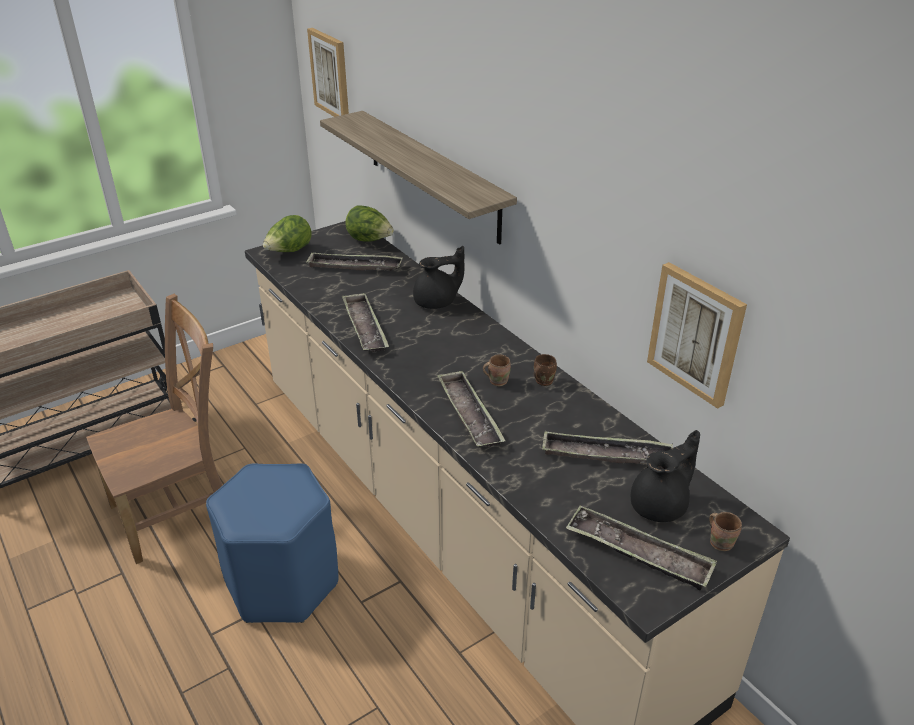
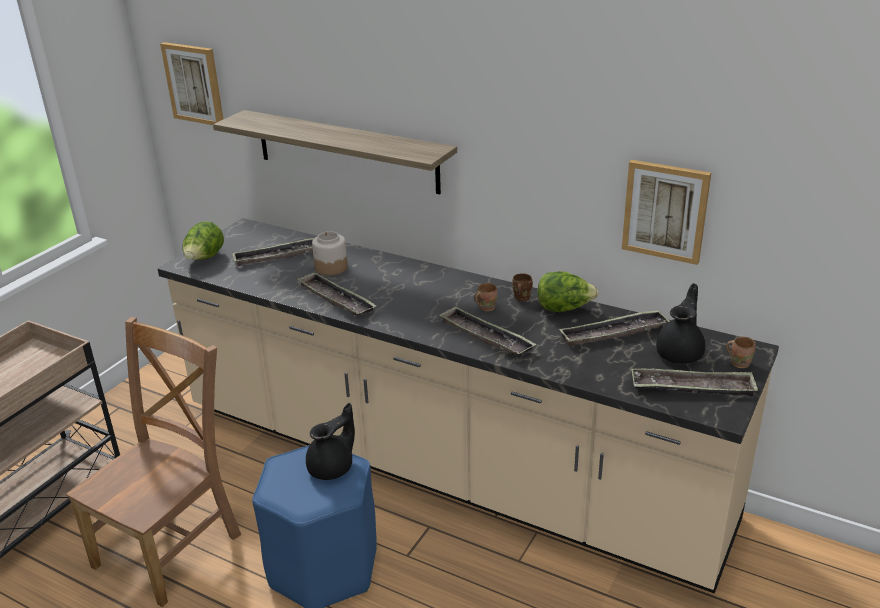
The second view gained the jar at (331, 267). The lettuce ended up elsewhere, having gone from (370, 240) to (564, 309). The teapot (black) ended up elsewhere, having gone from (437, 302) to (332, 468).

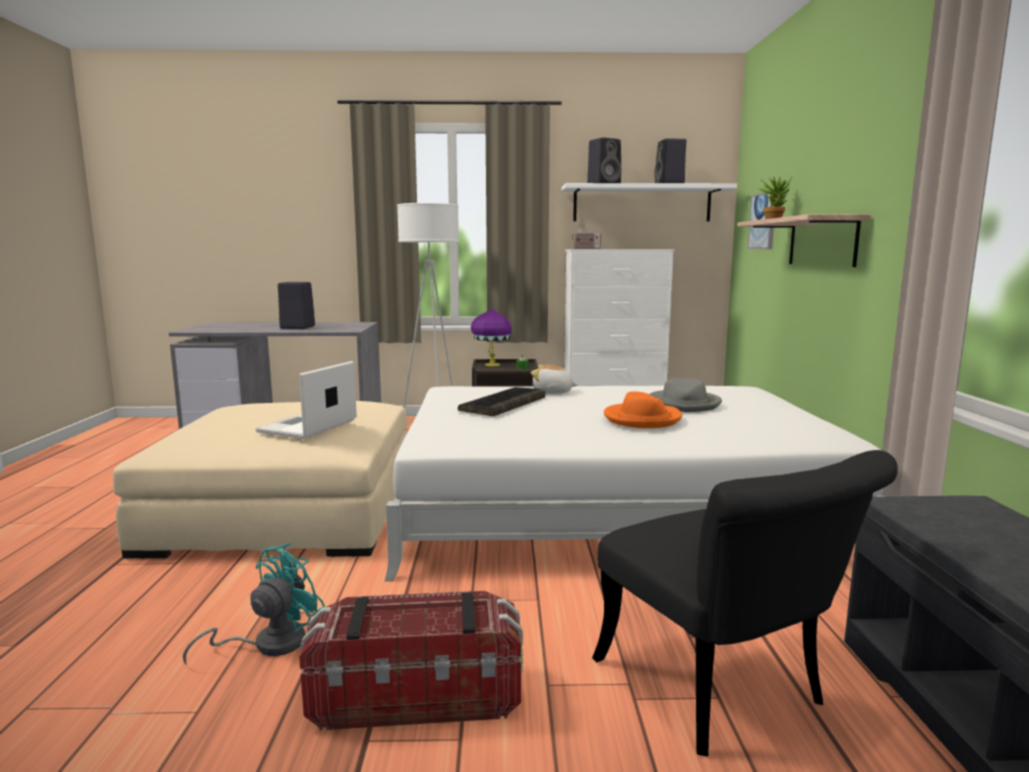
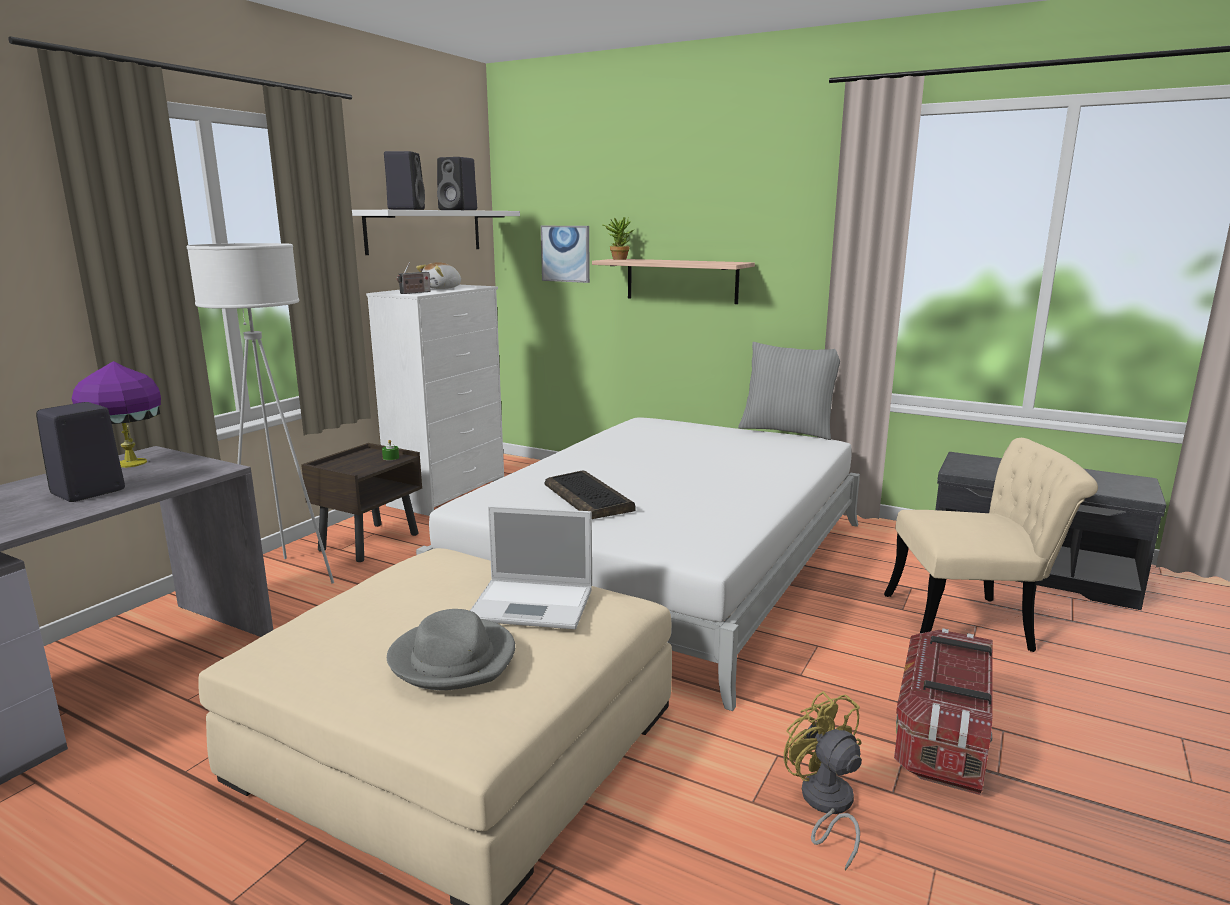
The second view lost the hat (orange) at (642, 419). The second view gained the pillow (grey) at (787, 431). The table lamp (purple) ended up elsewhere, having gone from (491, 365) to (130, 464). The plush toy ended up elsewhere, having gone from (552, 392) to (442, 288). The hat (grey) ended up elsewhere, having gone from (685, 404) to (453, 658). What was the fan (turquoise) at (269, 644) turned into the fan (yellow) at (825, 805). What was the chair (black) at (722, 694) turned into the chair (beige) at (973, 623). The laptop at (307, 426) ended up facing another way, 45 degrees counterclockwise from before.

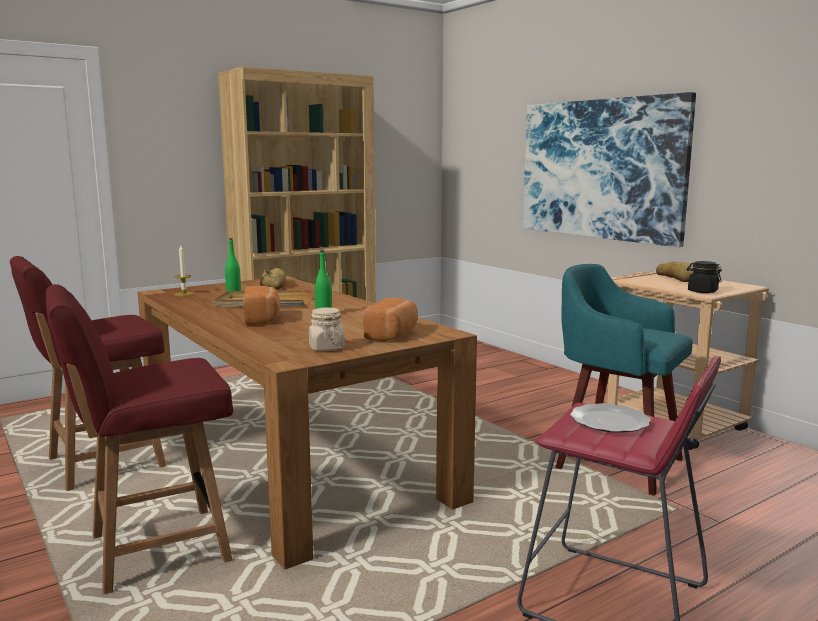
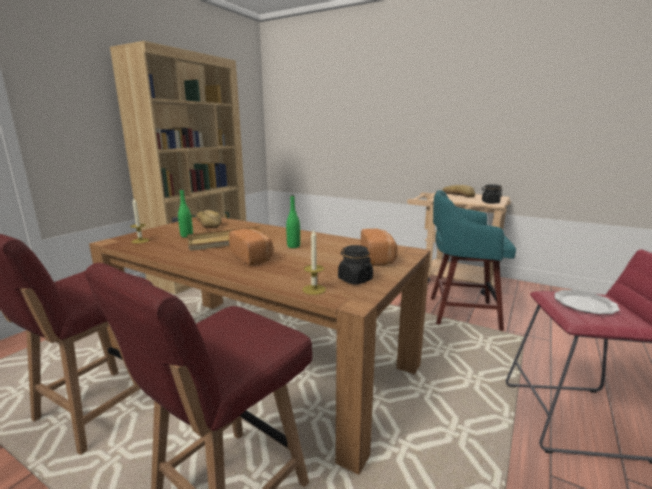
The second view lost the picture at (600, 169). The second view gained the candle at (314, 289). What was the jar (beige) at (326, 348) turned into the jar (black) at (355, 279).

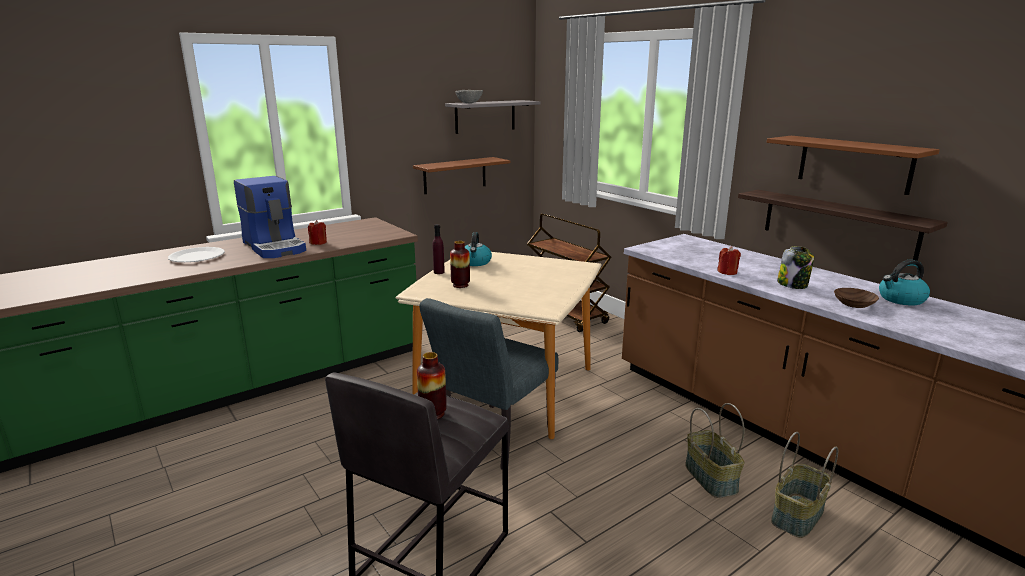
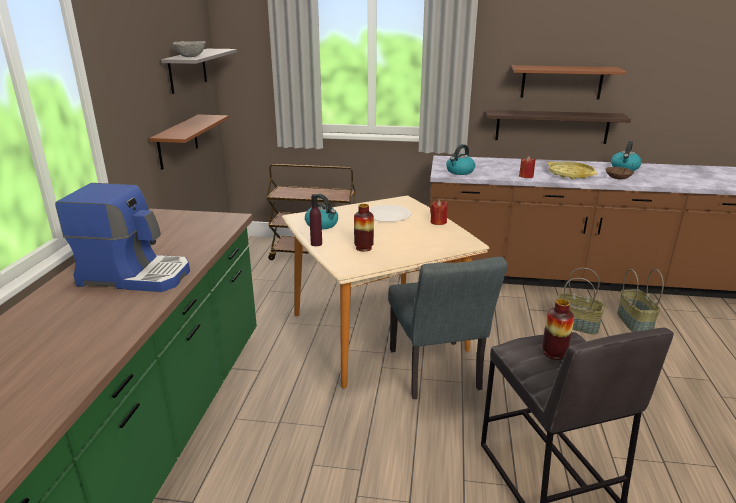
The second view gained the kettle at (460, 171). The plate (white) ended up elsewhere, having gone from (197, 256) to (388, 215). The candle (red) ended up elsewhere, having gone from (318, 243) to (438, 222). Where the jar stood at (793, 284), the tray (yellow) came to stand at (570, 174).

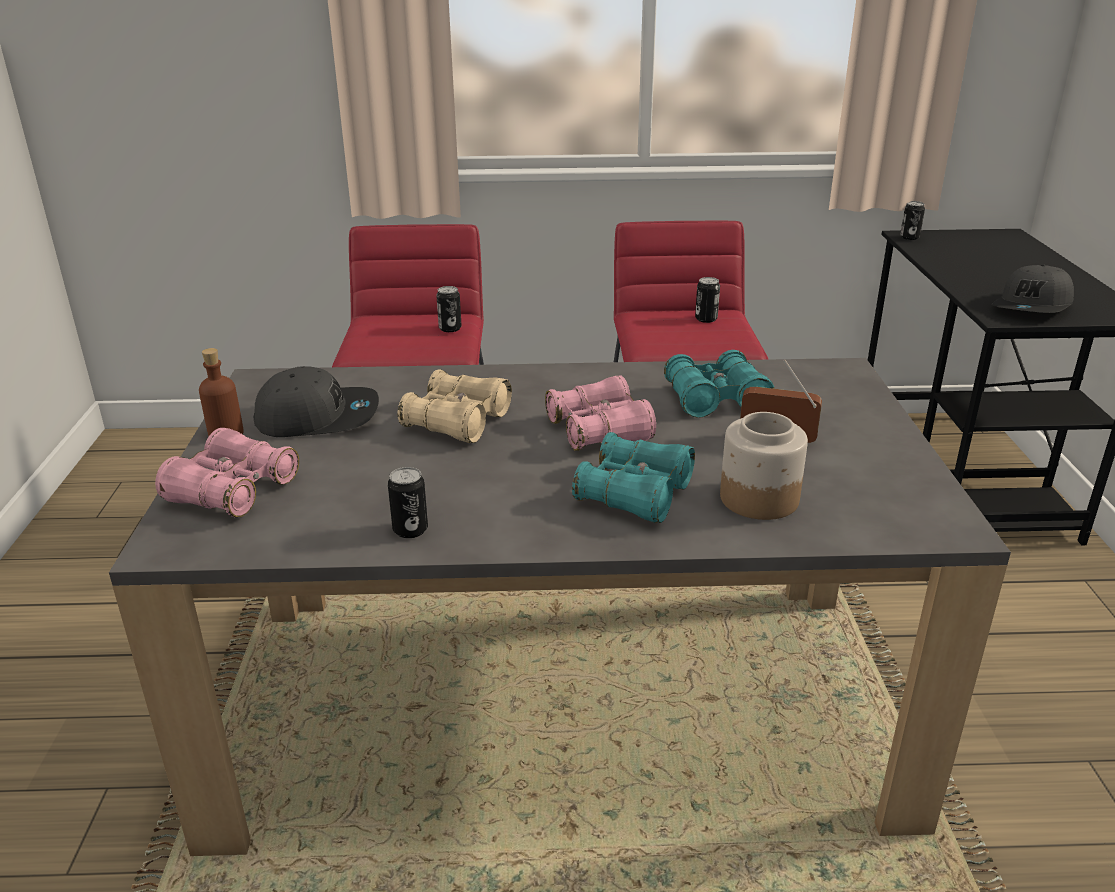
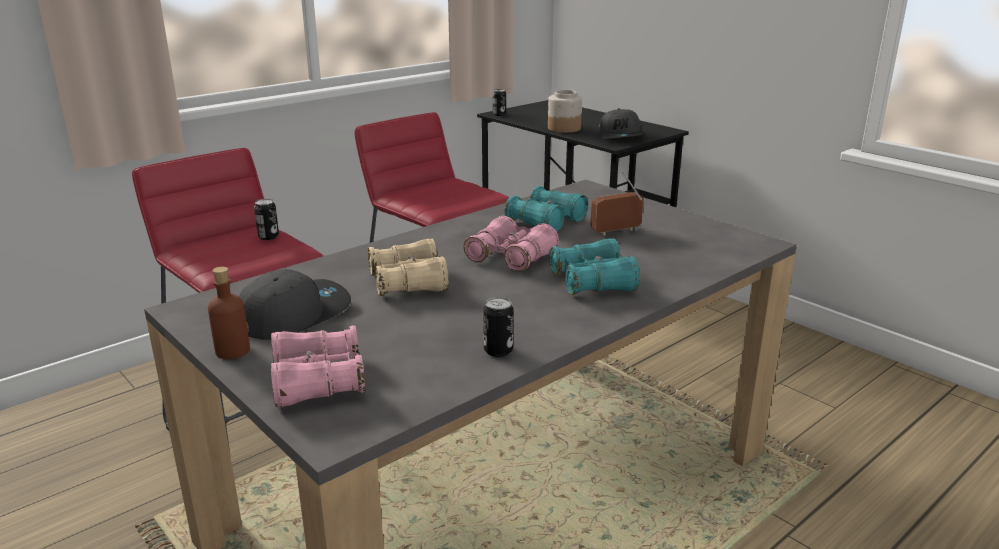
The second view lost the can at (706, 319). The jar ended up elsewhere, having gone from (758, 499) to (564, 128).

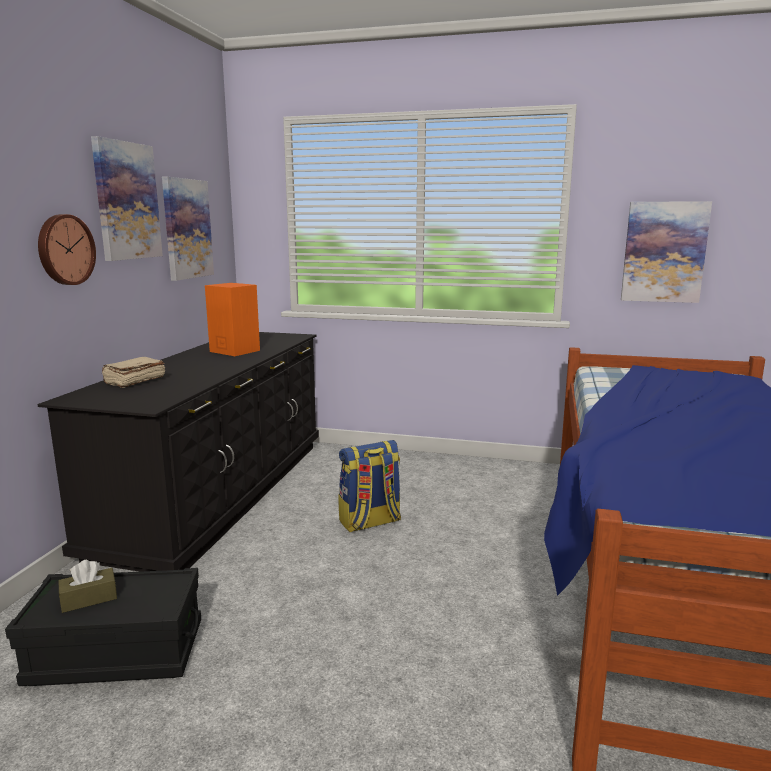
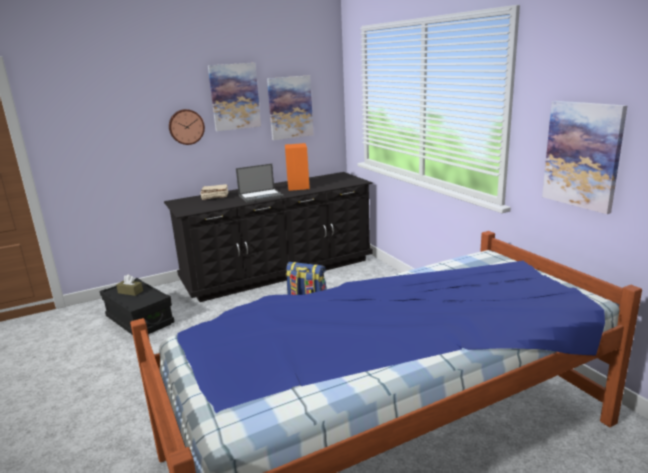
The second view gained the laptop at (261, 196).

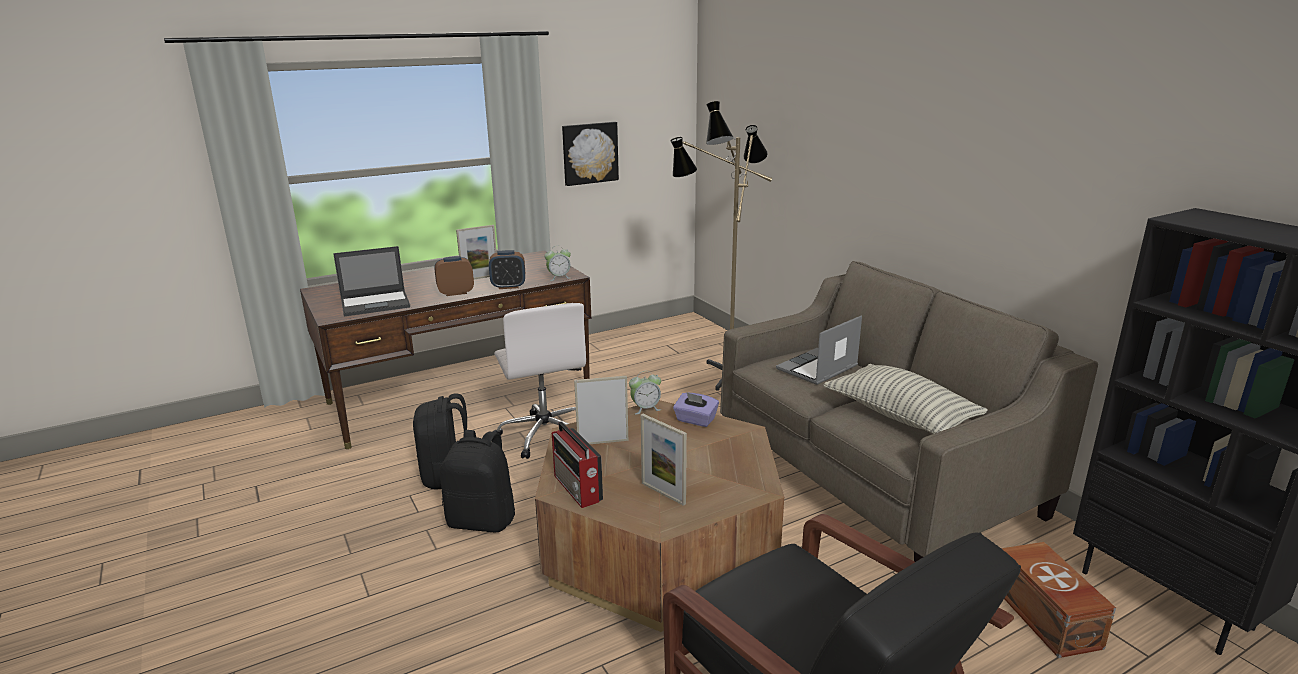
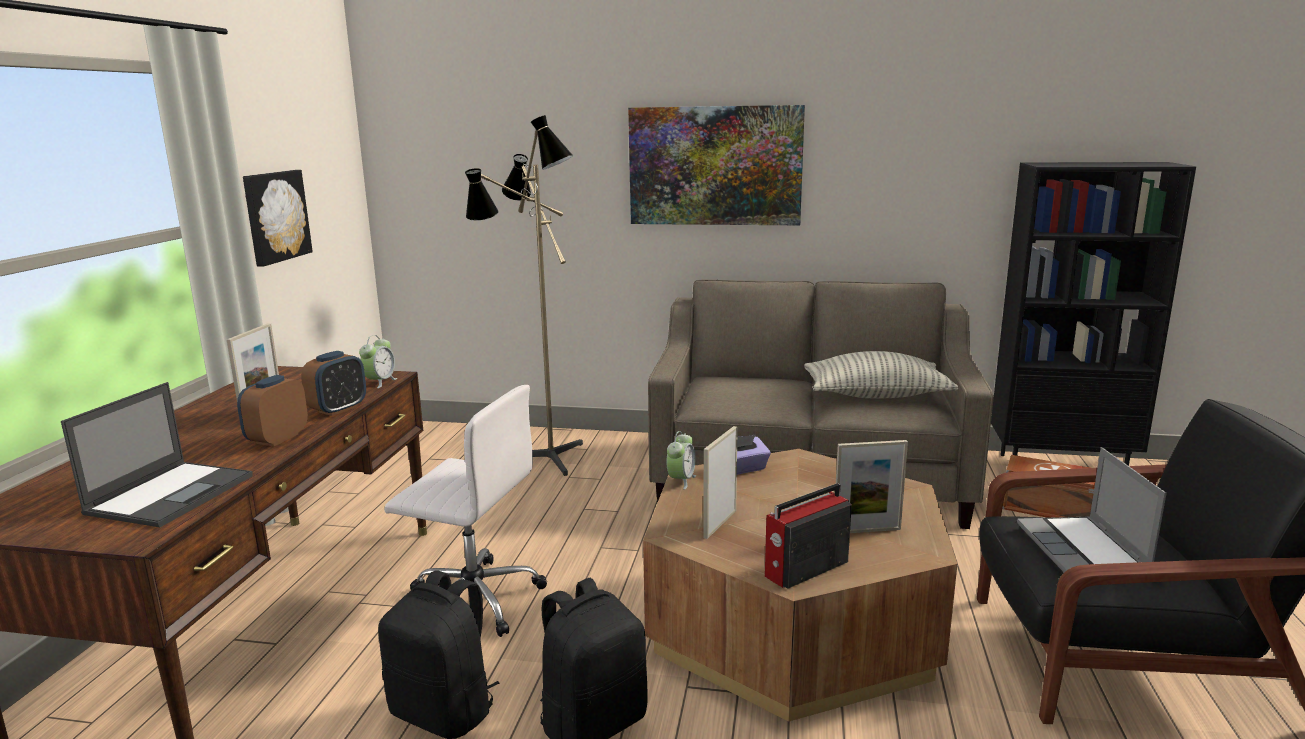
The second view gained the picture at (715, 166). The laptop ended up elsewhere, having gone from (817, 369) to (1083, 550). The radio at (578, 489) ended up facing another way, 135 degrees clockwise from before.

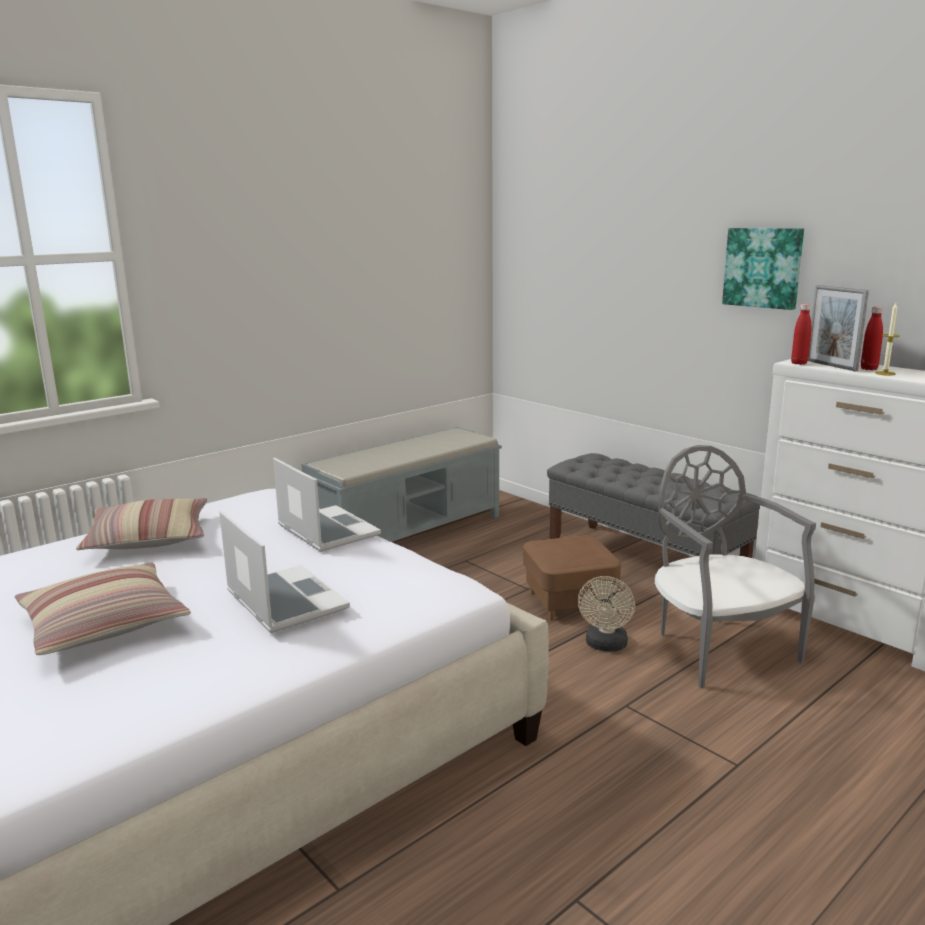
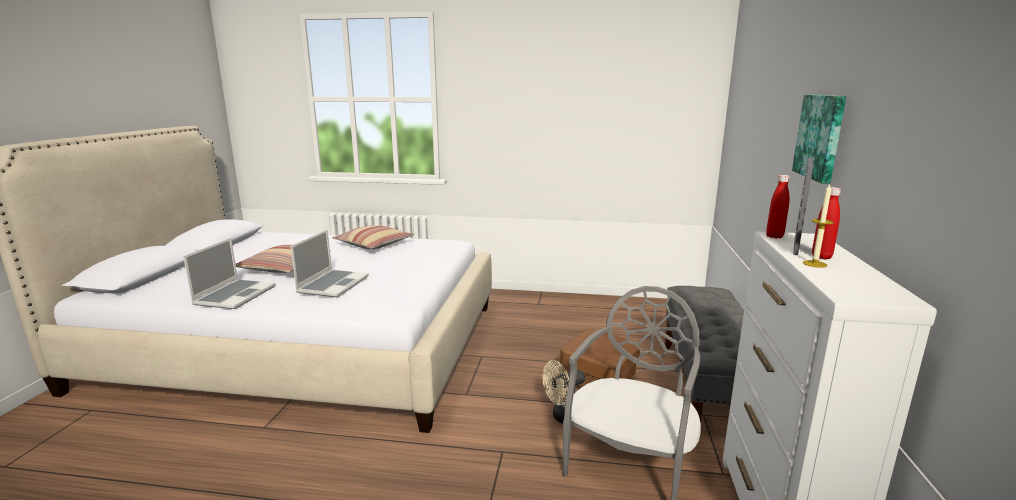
The second view lost the bench (grey) at (409, 531). The laptop ended up elsewhere, having gone from (326, 531) to (235, 295).

